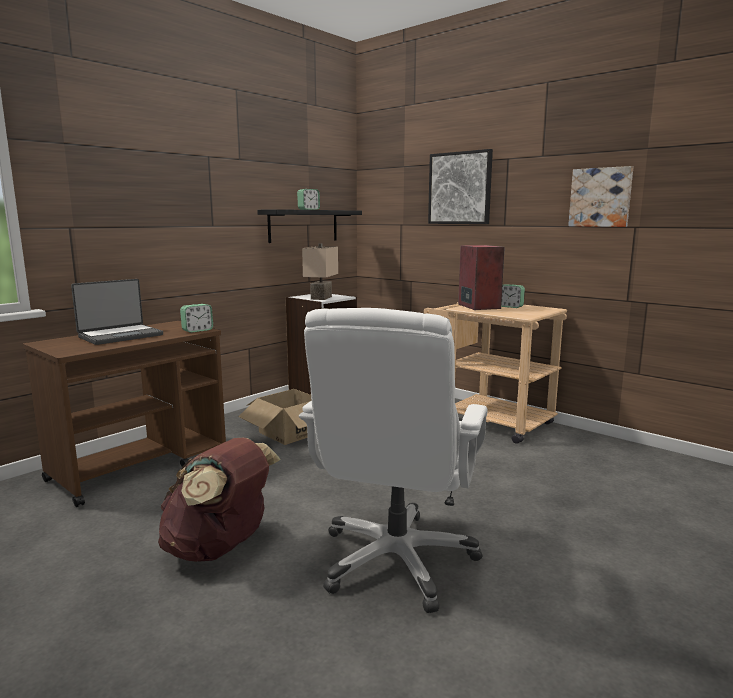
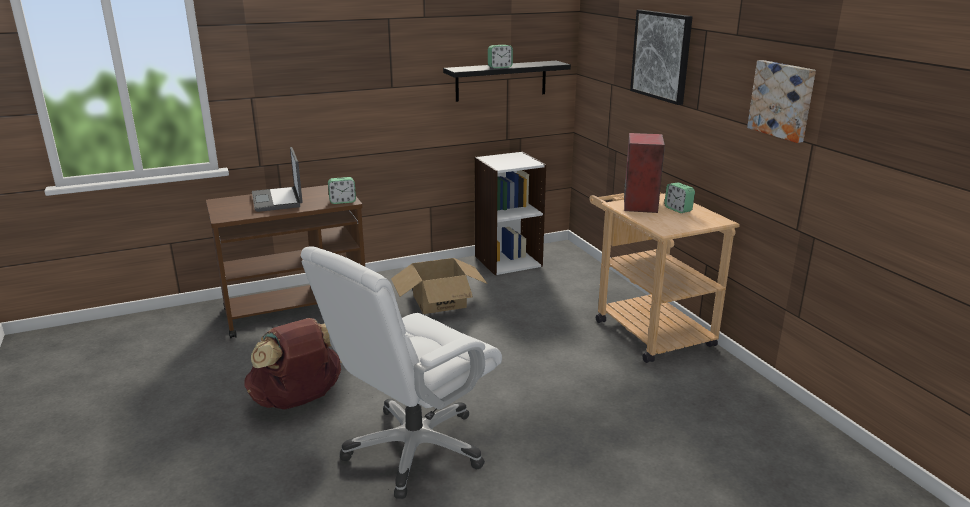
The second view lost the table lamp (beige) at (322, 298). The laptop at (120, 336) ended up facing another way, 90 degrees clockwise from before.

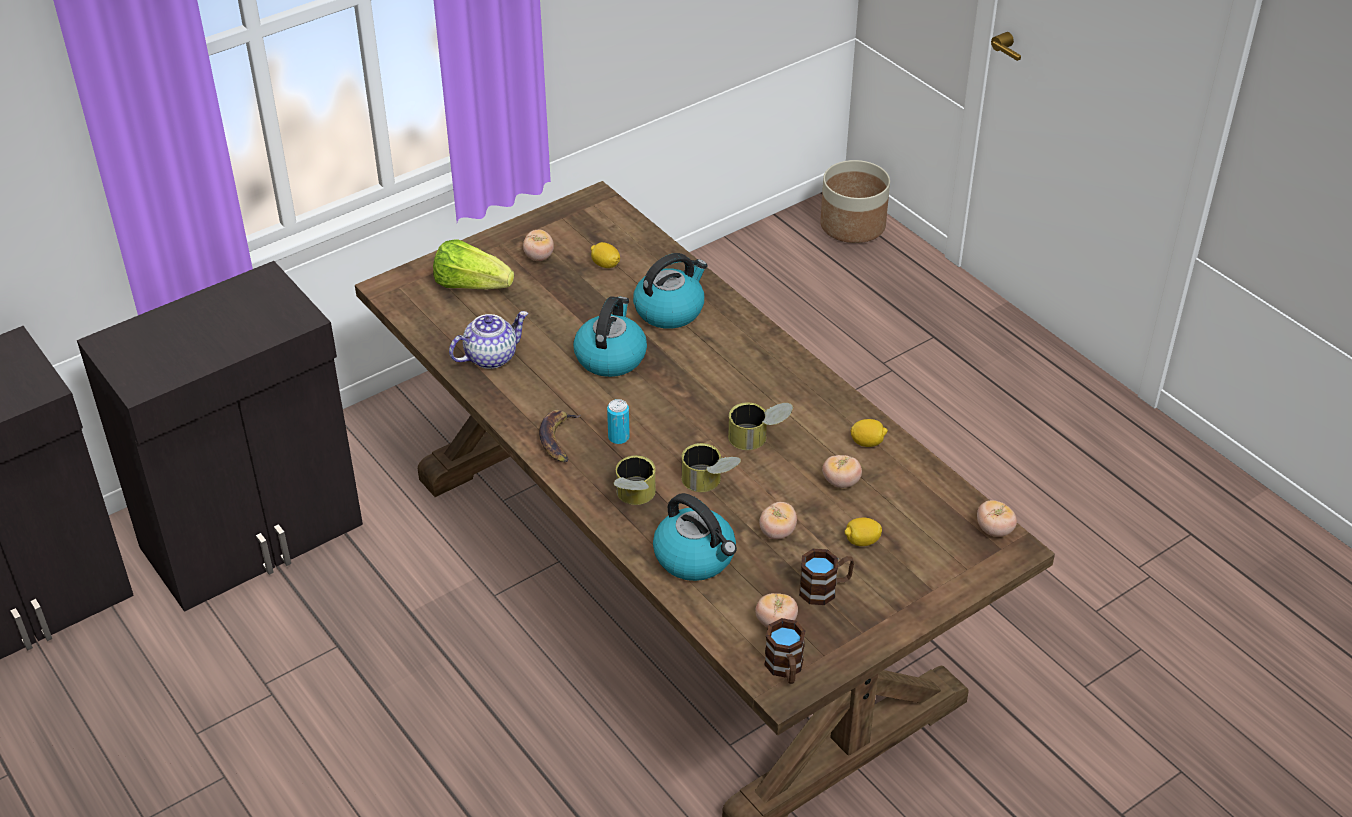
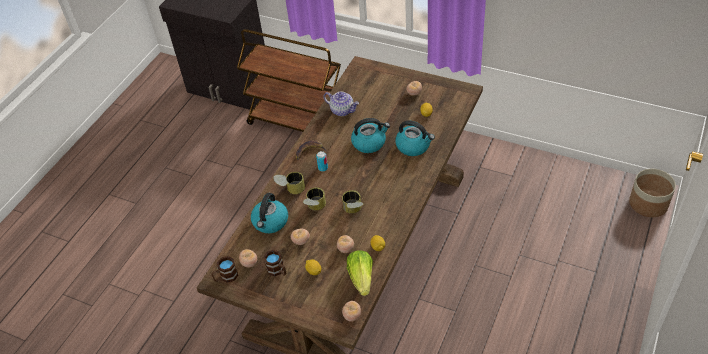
The lettuce ended up elsewhere, having gone from (471, 285) to (361, 278). Where the cabinet (black) stood at (255, 537), the cart (brown) came to stand at (298, 122).

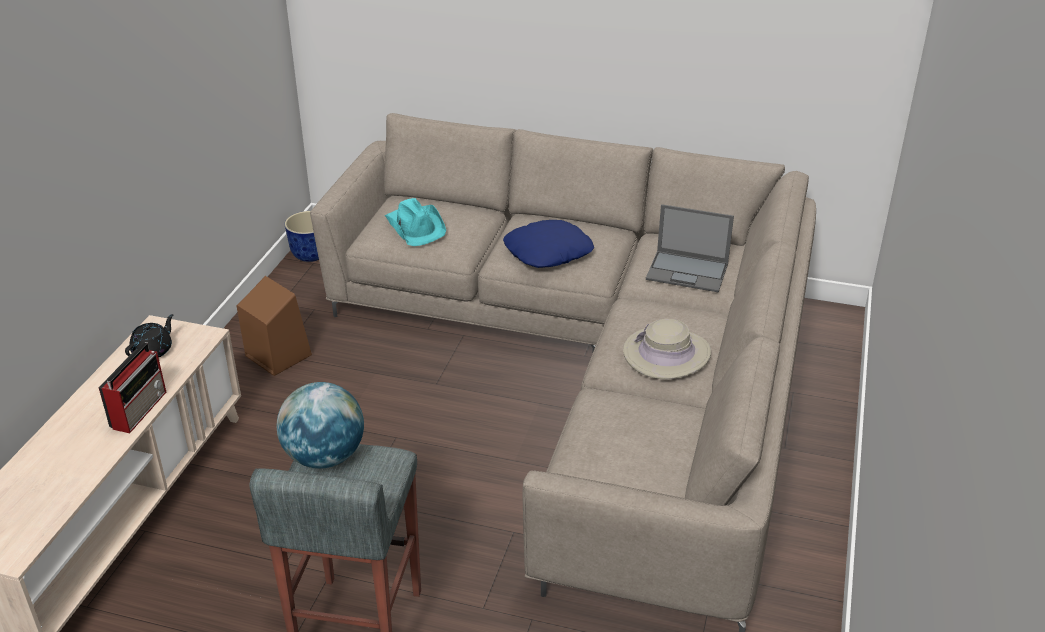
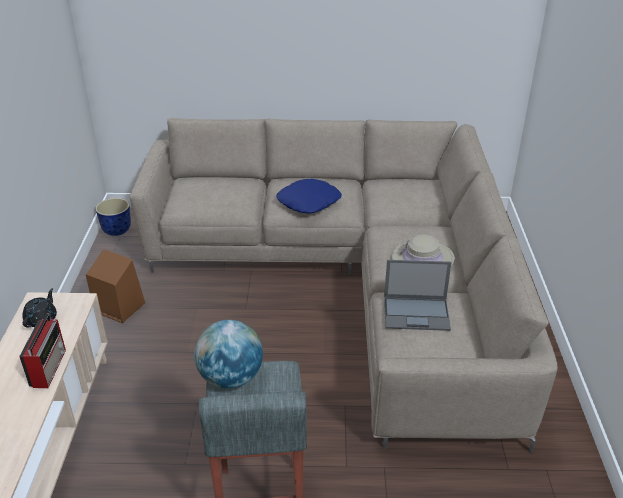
The second view lost the hat (turquoise) at (416, 227). The laptop ended up elsewhere, having gone from (688, 271) to (417, 313).

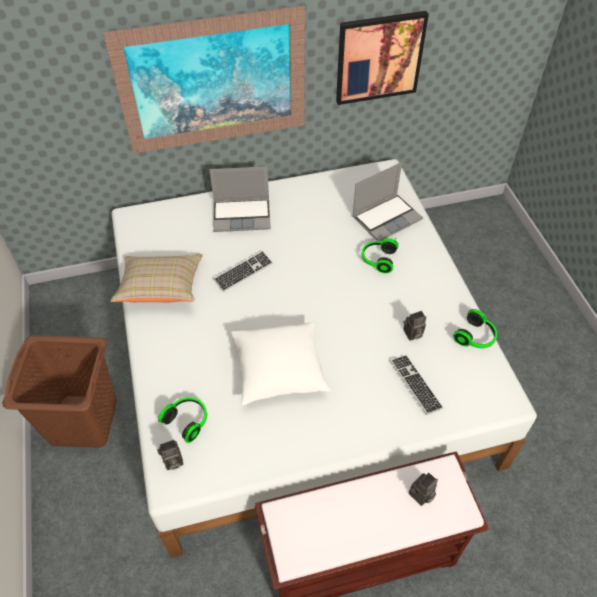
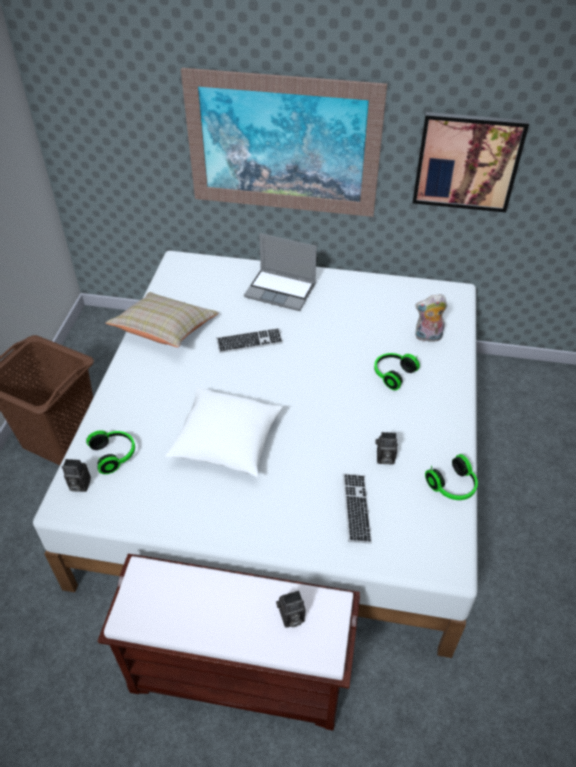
Where the laptop stood at (387, 217), the plush toy came to stand at (427, 337).

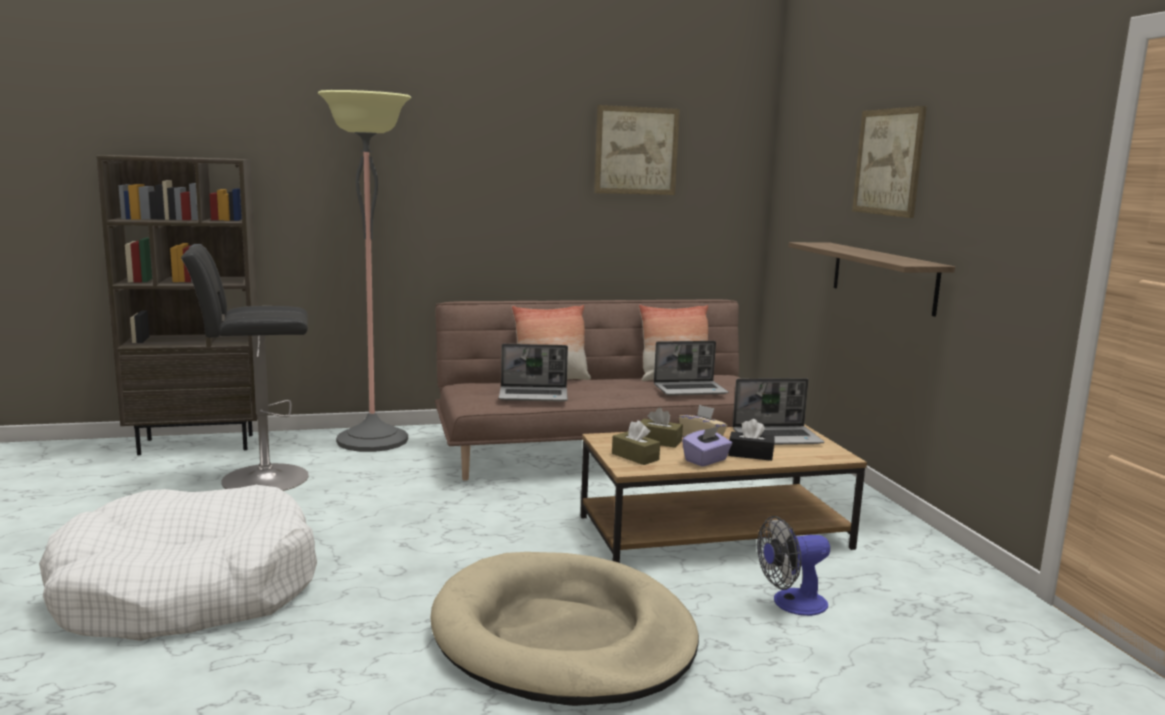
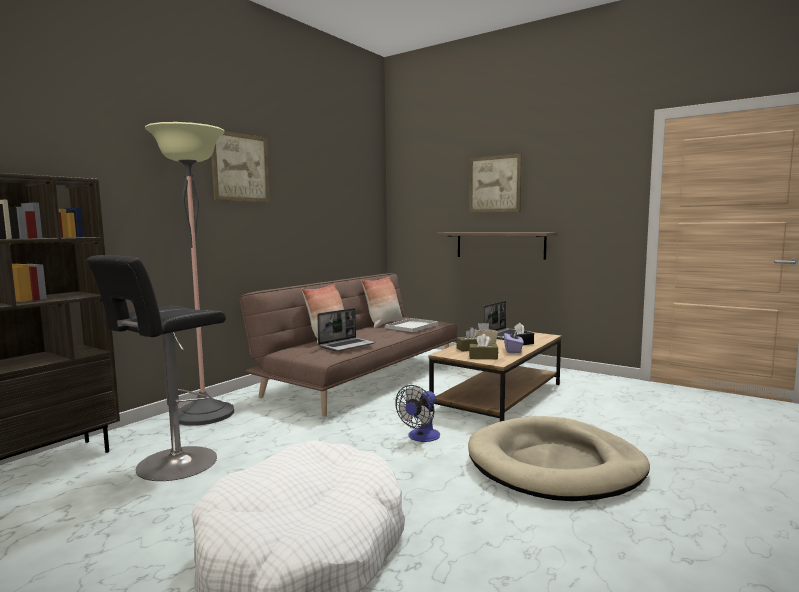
The picture ended up elsewhere, having gone from (636, 151) to (240, 167). The fan ended up elsewhere, having gone from (791, 604) to (421, 437). Where the laptop stood at (691, 390), the tray (white) came to stand at (412, 326).

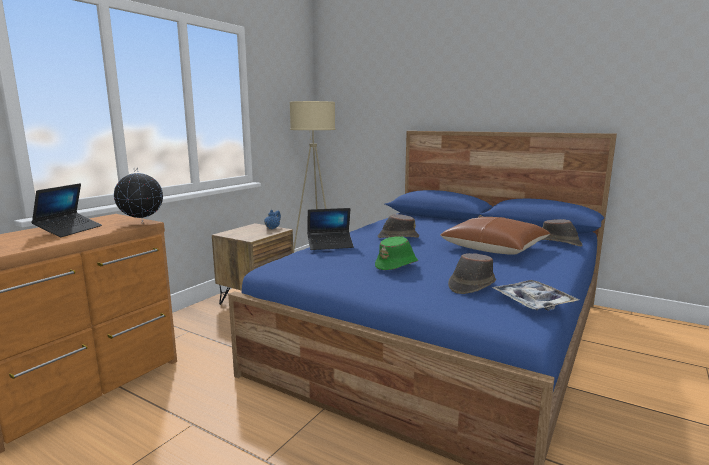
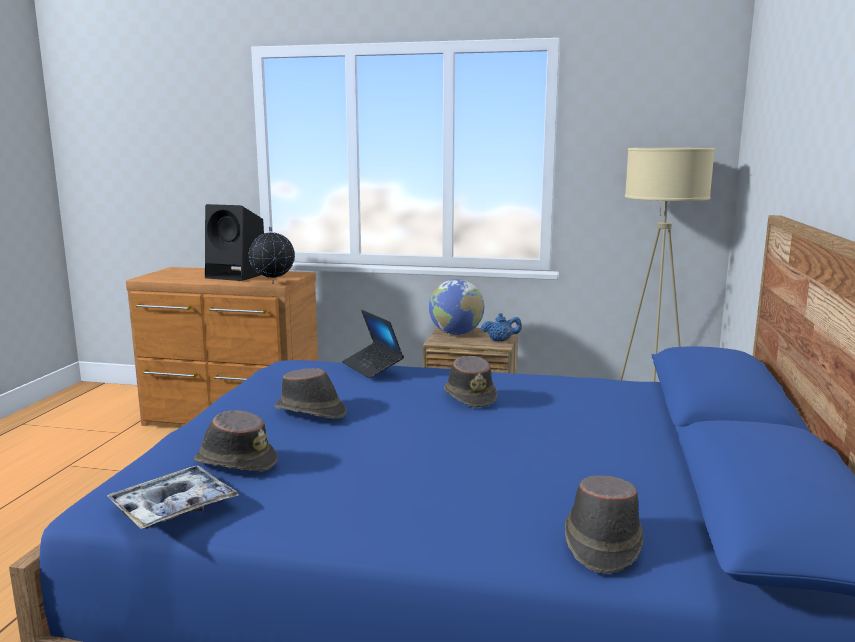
The second view lost the pillow (brown) at (494, 248). The second view gained the globe at (456, 334). Where the laptop stood at (69, 230), the speaker (black) came to stand at (237, 276). What was the hat (green) at (397, 265) turned into the hat (brown) at (310, 411).

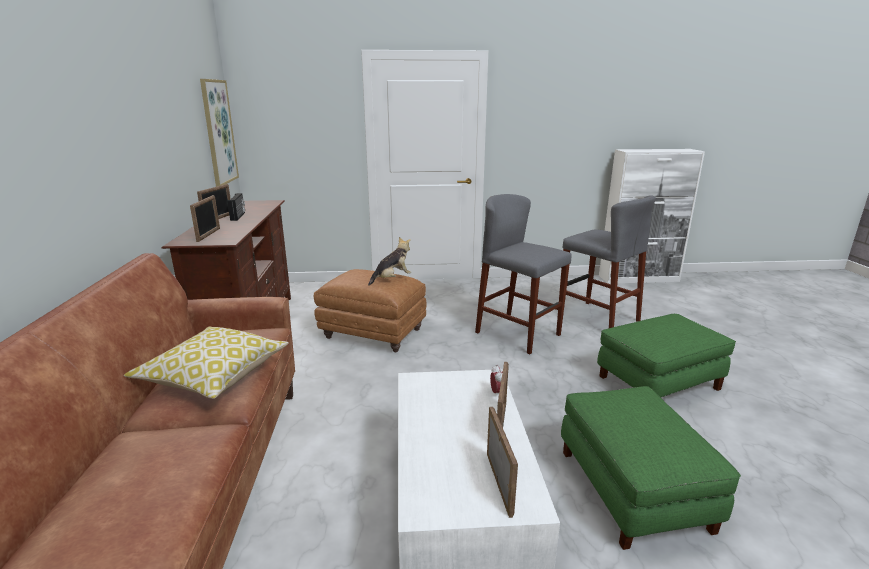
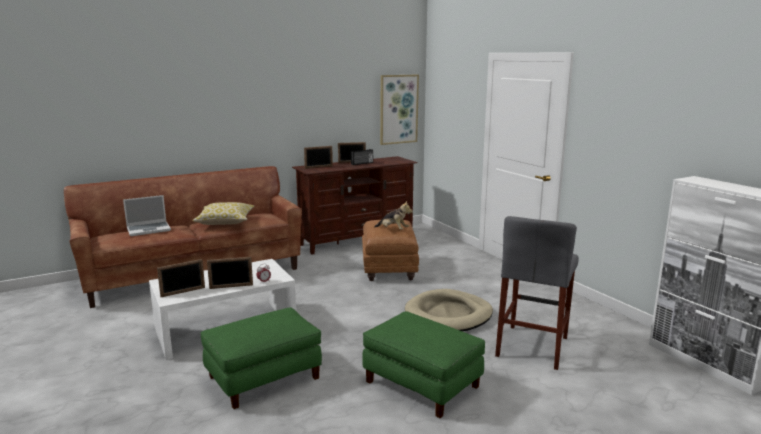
The second view gained the laptop at (149, 229). Where the stool (grey) stood at (518, 333), the dog bed (beige) came to stand at (448, 315).

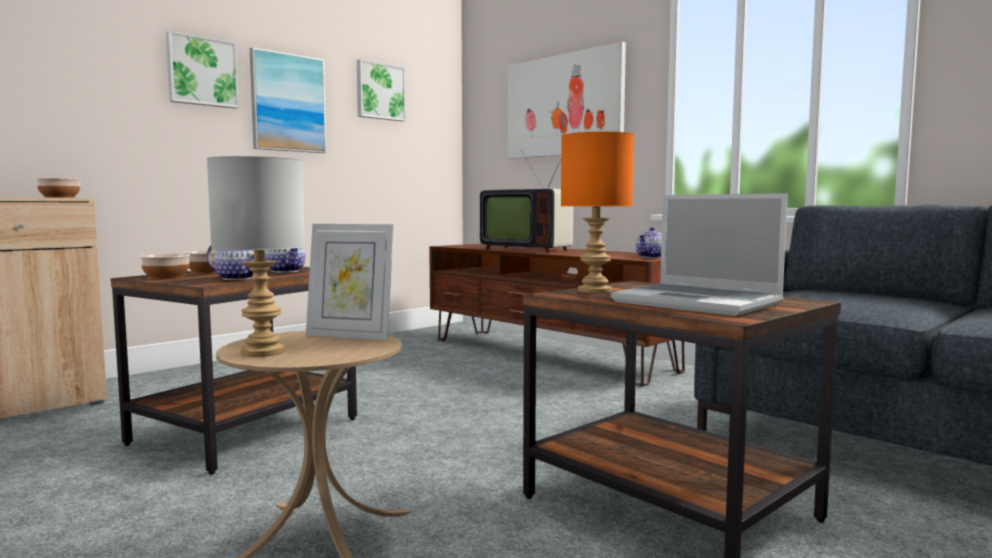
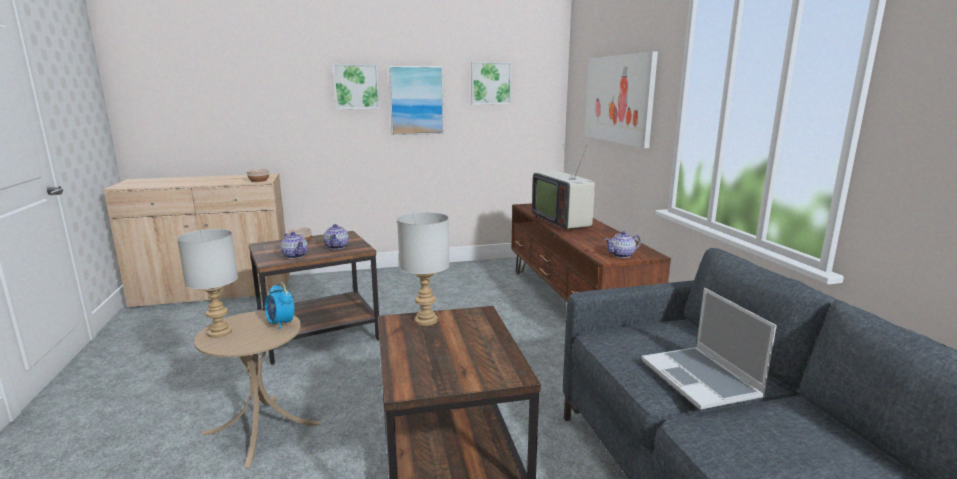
The second view lost the bowl at (167, 277). The laptop ended up elsewhere, having gone from (699, 303) to (701, 380). Where the picture frame stood at (350, 336), the alarm clock came to stand at (281, 324). What was the table lamp (orange) at (595, 291) turned into the table lamp (grey) at (426, 321).

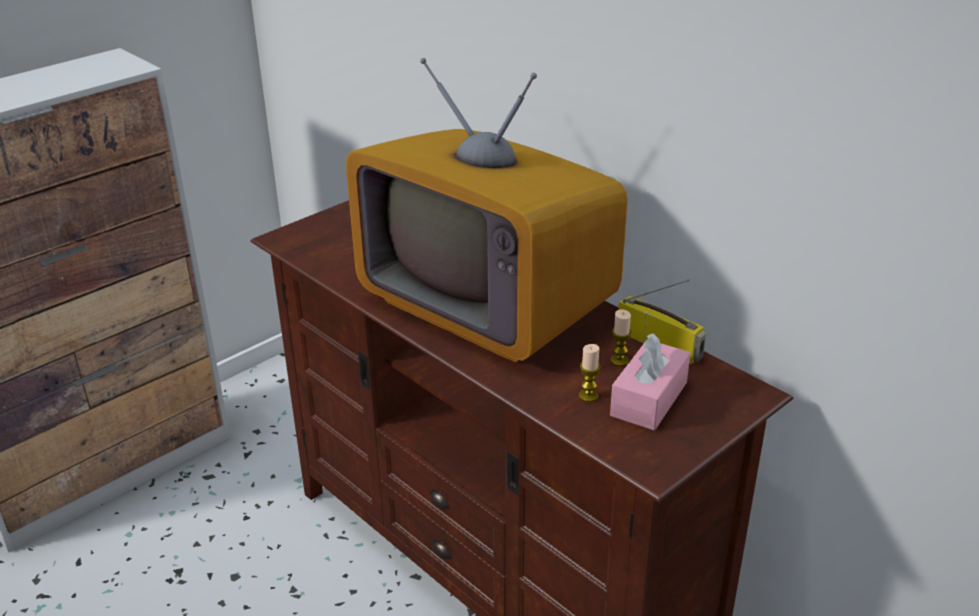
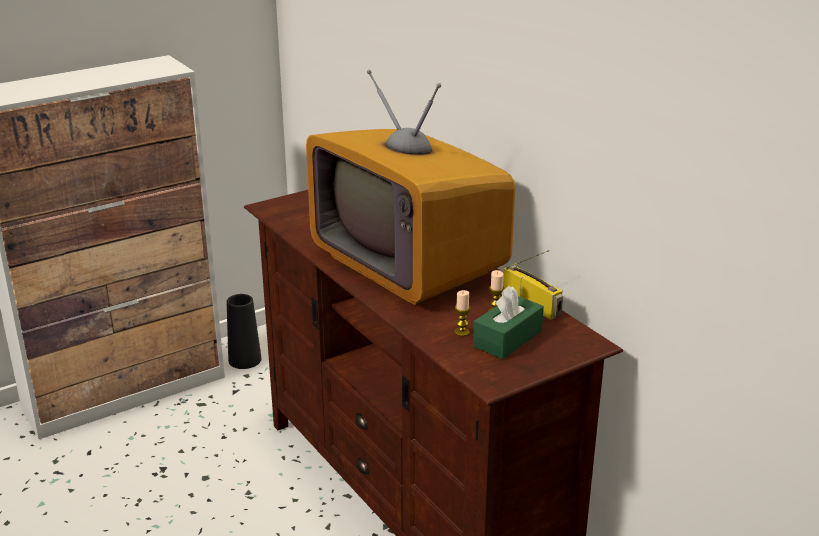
The second view gained the vase (black) at (245, 360). What was the tissue box (pink) at (649, 399) turned into the tissue box (green) at (507, 339).

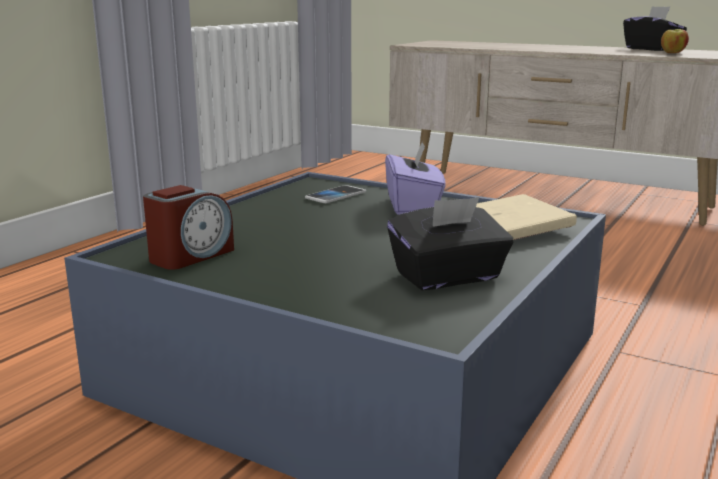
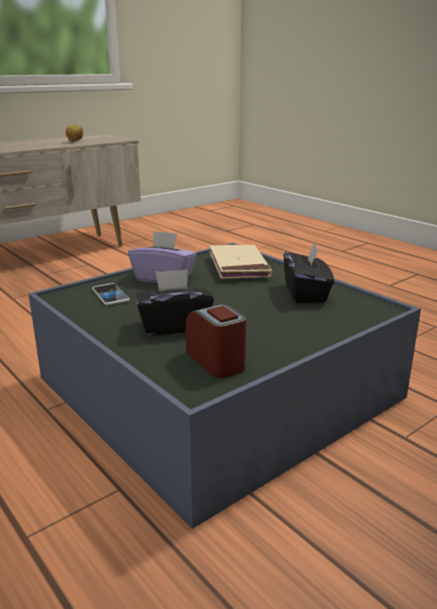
The tissue box (black) ended up elsewhere, having gone from (652, 49) to (174, 326).

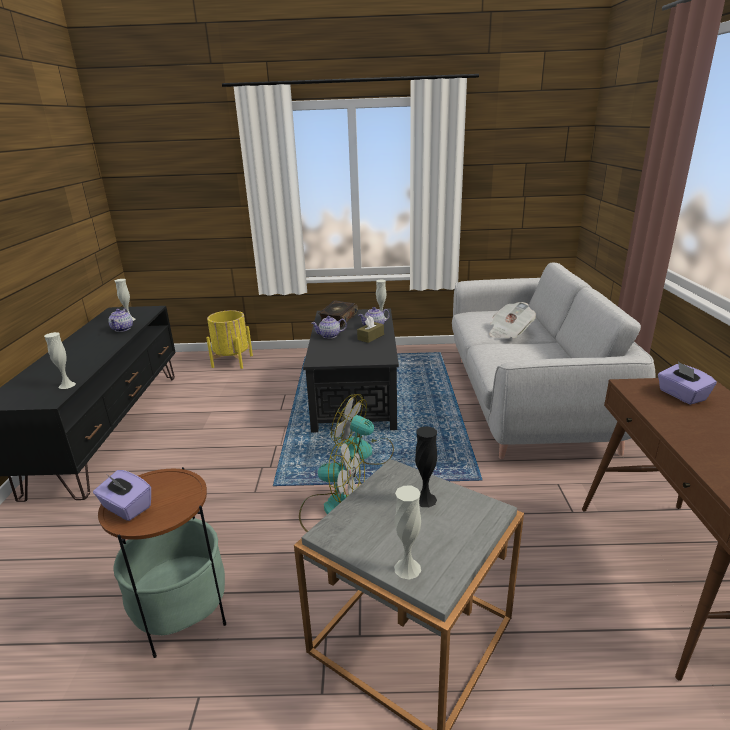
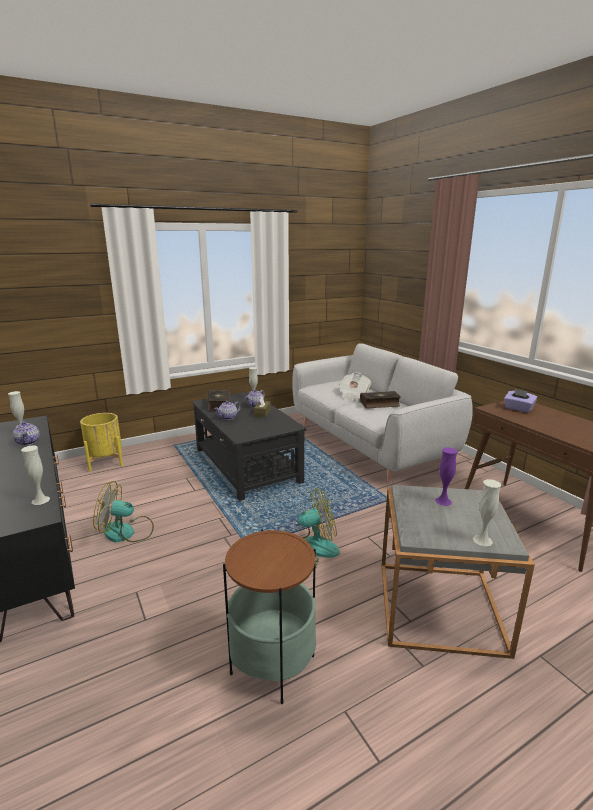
The second view lost the tissue box (purple) at (126, 508). The second view gained the book at (379, 404). The fan ended up elsewhere, having gone from (365, 452) to (126, 532). What was the vase (black) at (425, 499) turned into the vase (purple) at (443, 501).

